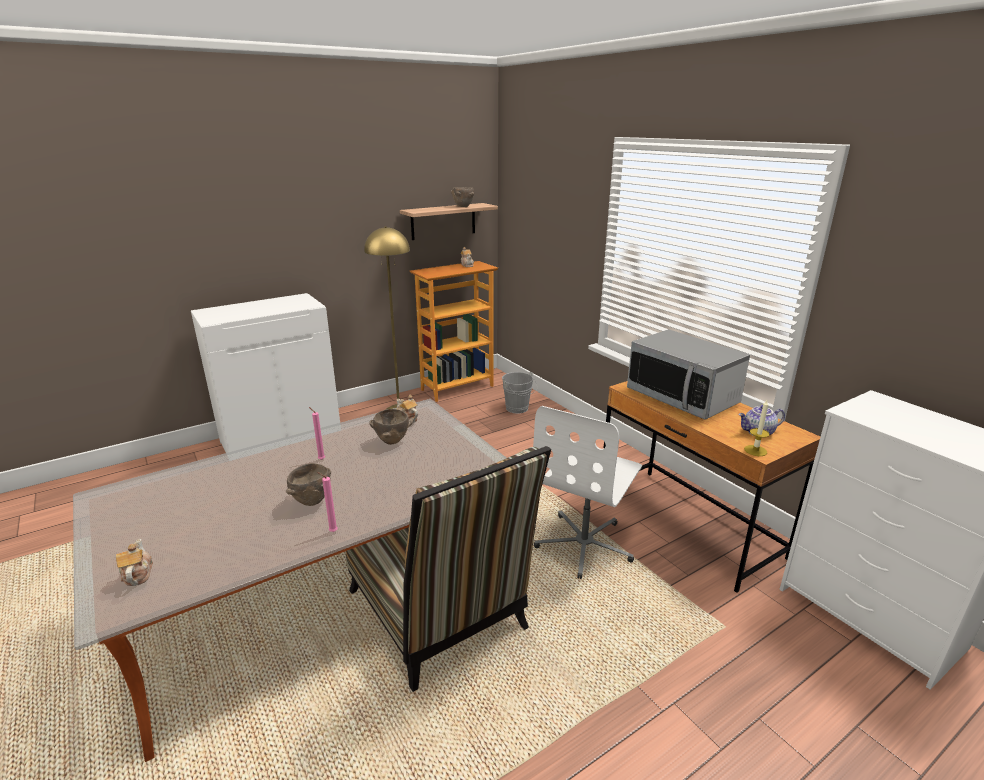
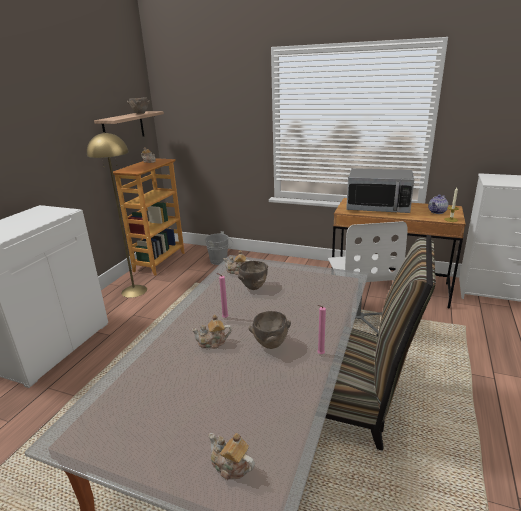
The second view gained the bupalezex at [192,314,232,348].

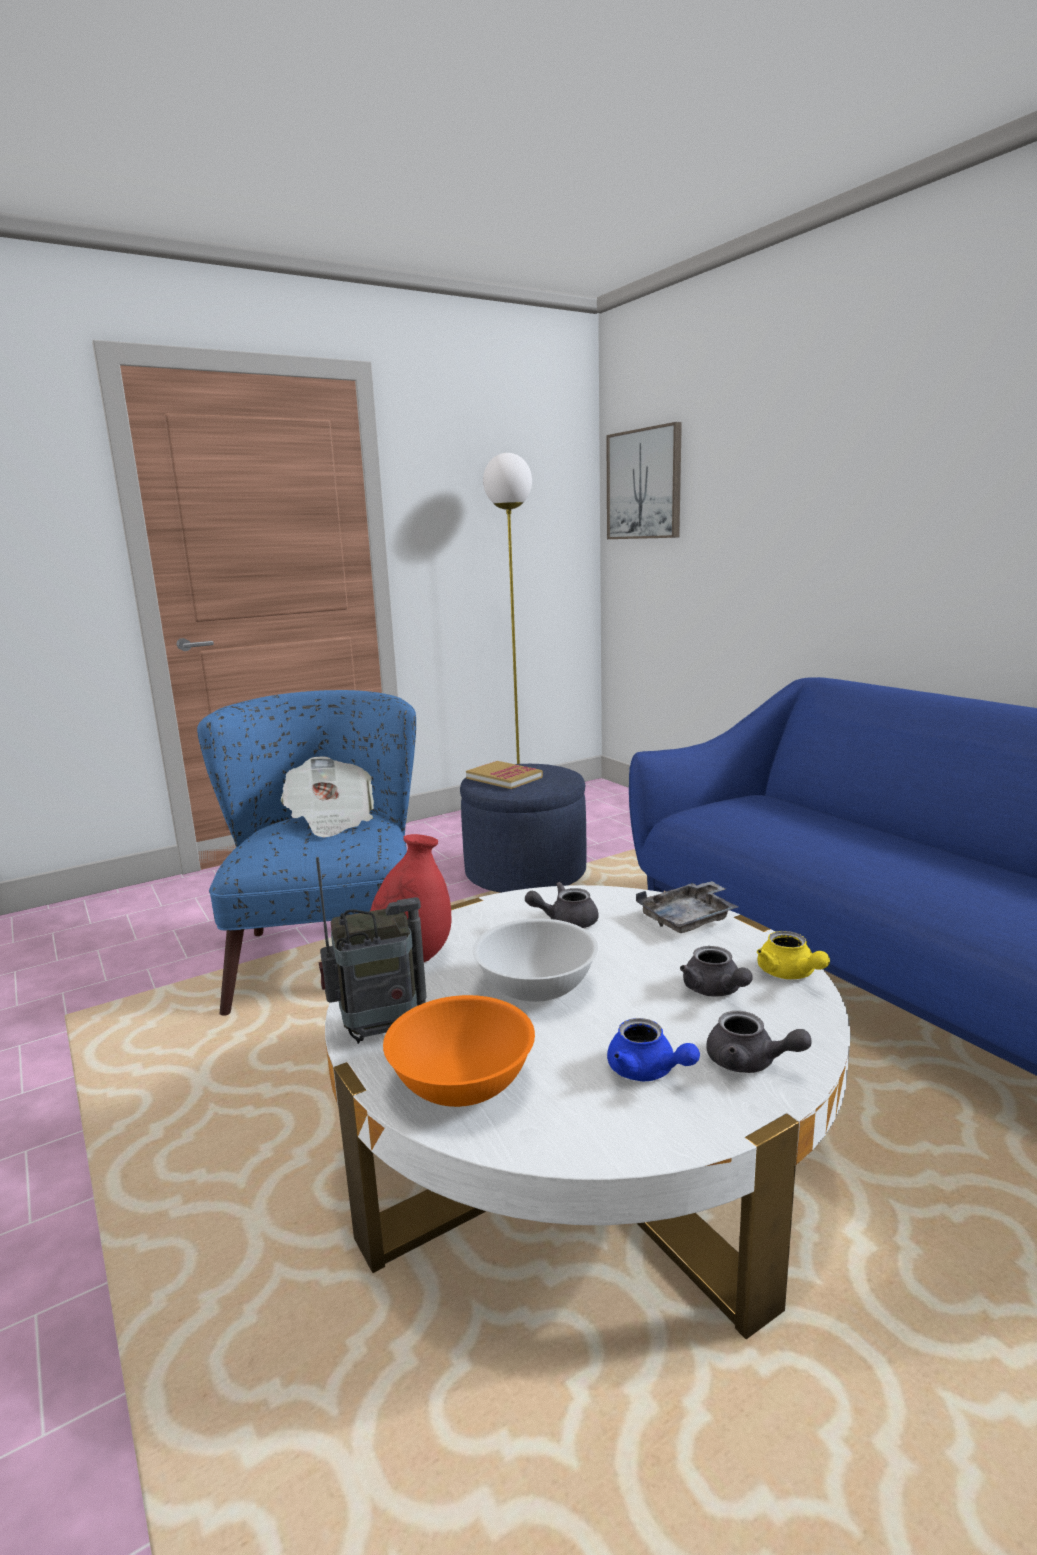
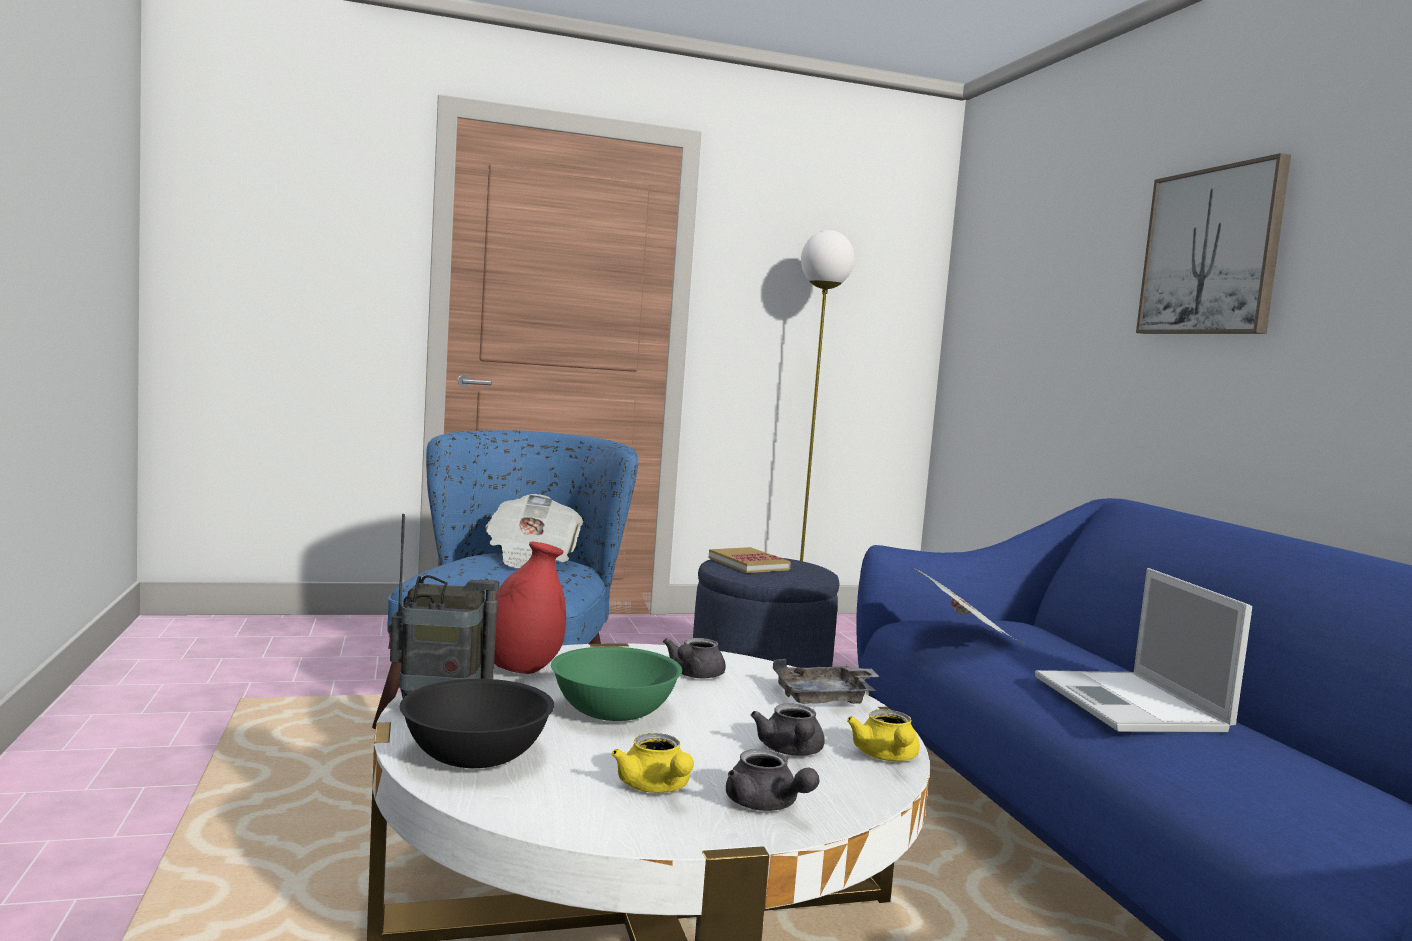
What was the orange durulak at [383,995,535,1107] turned into the black durulak at [400,679,554,768].
What was the white durulak at [473,918,598,1002] turned into the green durulak at [551,647,682,721].
The grey bupalezex at [525,882,599,928] ended up facing another way, 75 degrees counterclockwise from before.
The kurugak ended up elsewhere, having gone from [606,422,682,539] to [1136,153,1291,334].
What was the blue bupalezex at [607,1018,700,1082] turned into the yellow bupalezex at [612,733,694,793].
The second view gained the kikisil at [910,567,1026,644].
The second view gained the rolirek at [1035,568,1252,732].

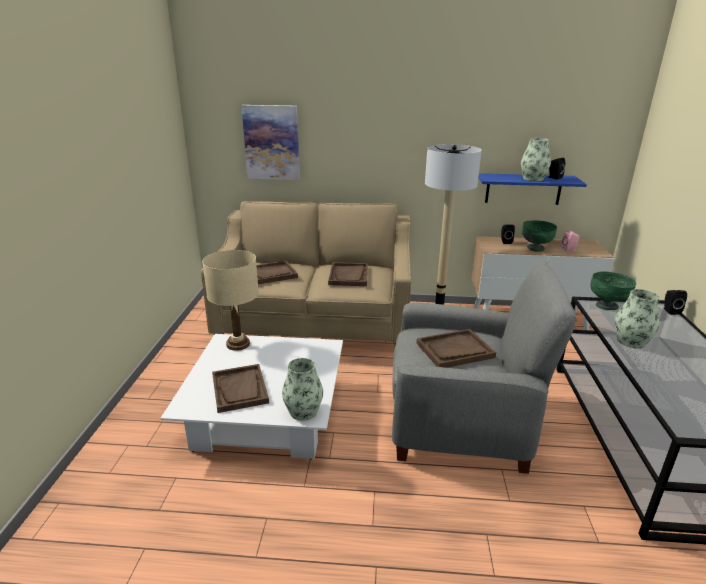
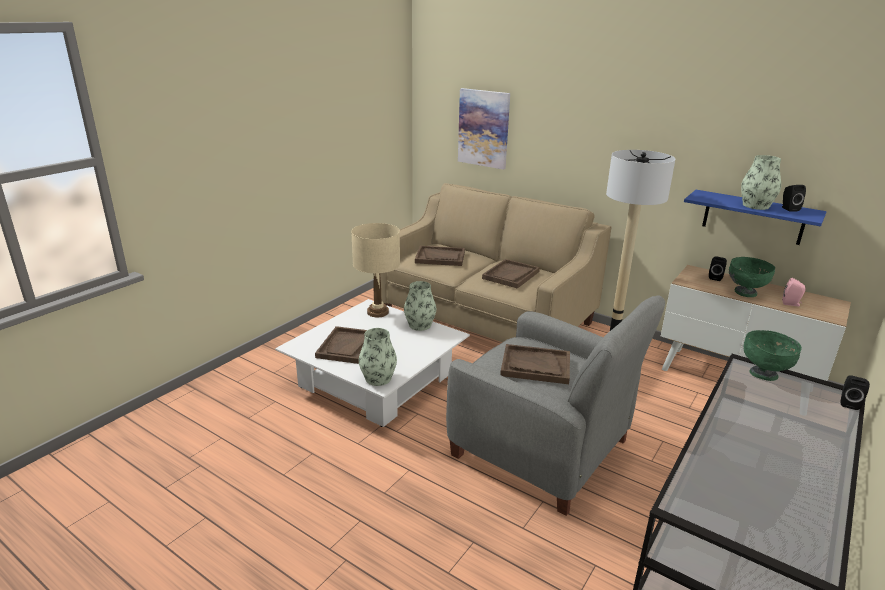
The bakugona ended up elsewhere, having gone from [615,289,659,349] to [404,281,436,331].

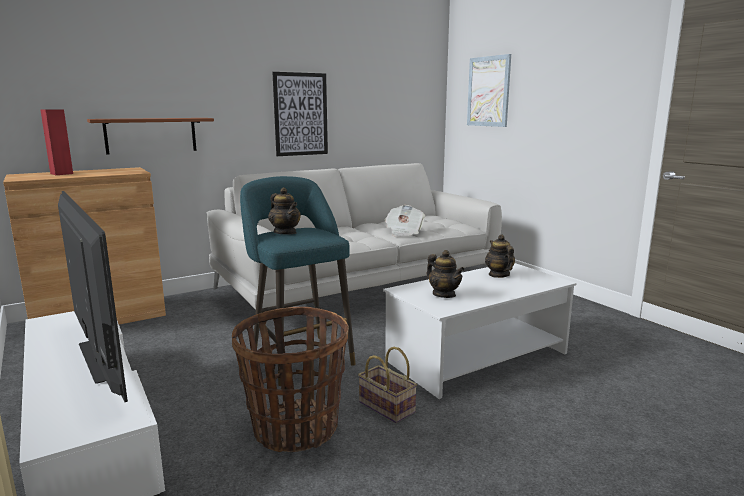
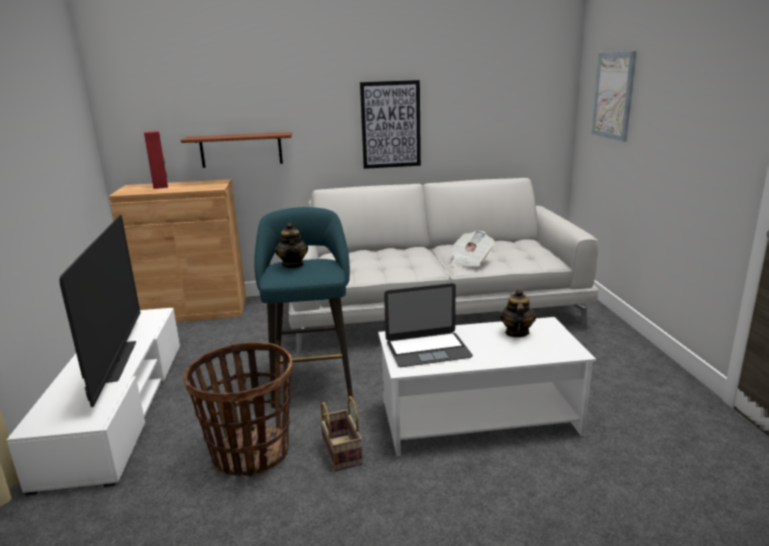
Where the bupalezex stood at [427,250,464,298], the rolirek came to stand at [384,283,473,367].

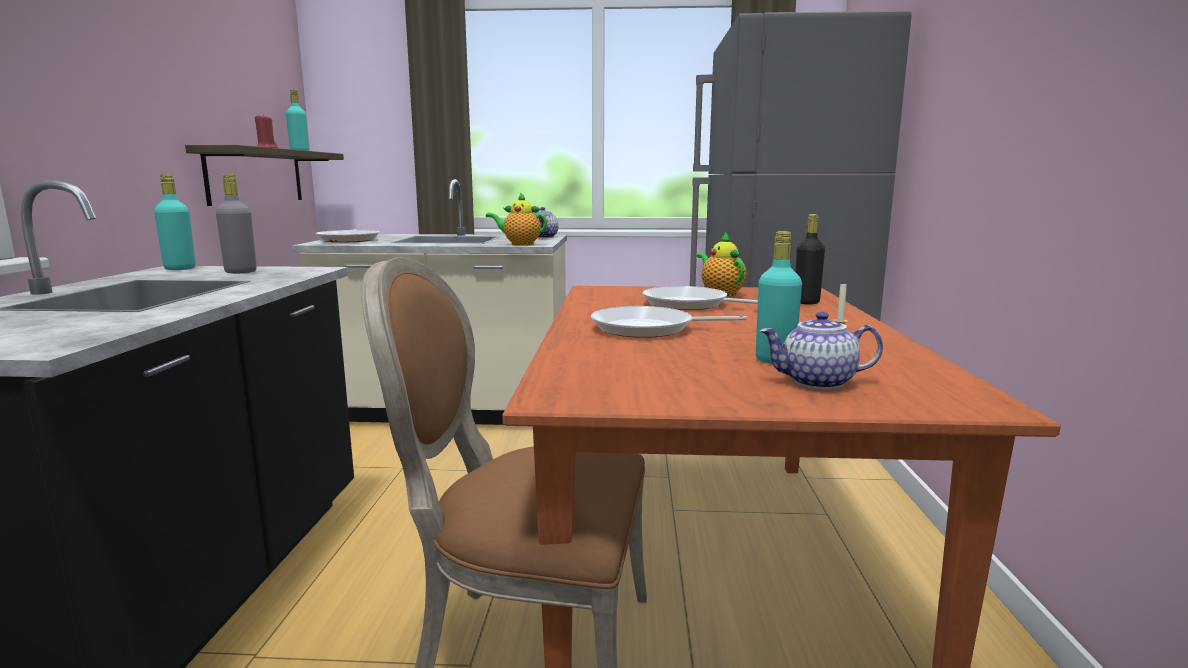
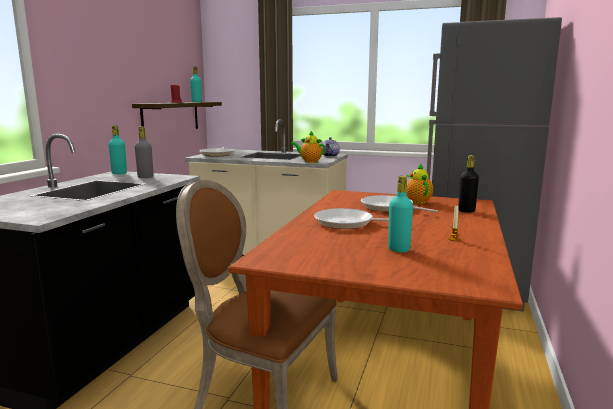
The second view lost the bupalezex at [760,312,883,390].

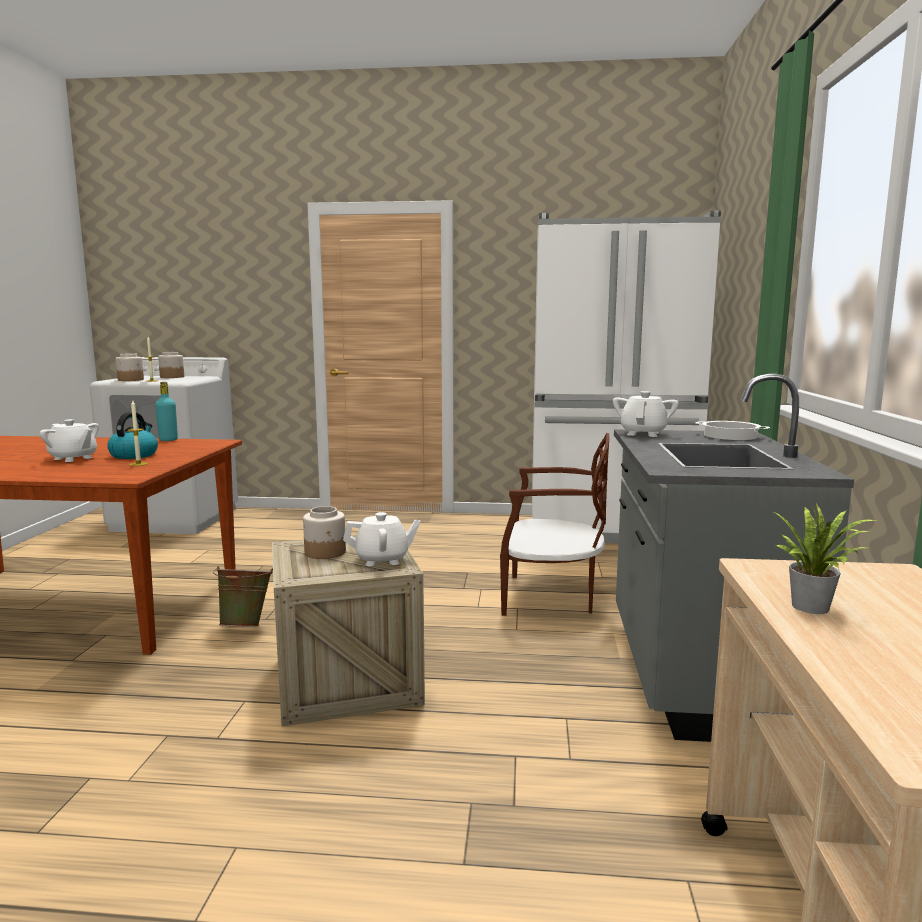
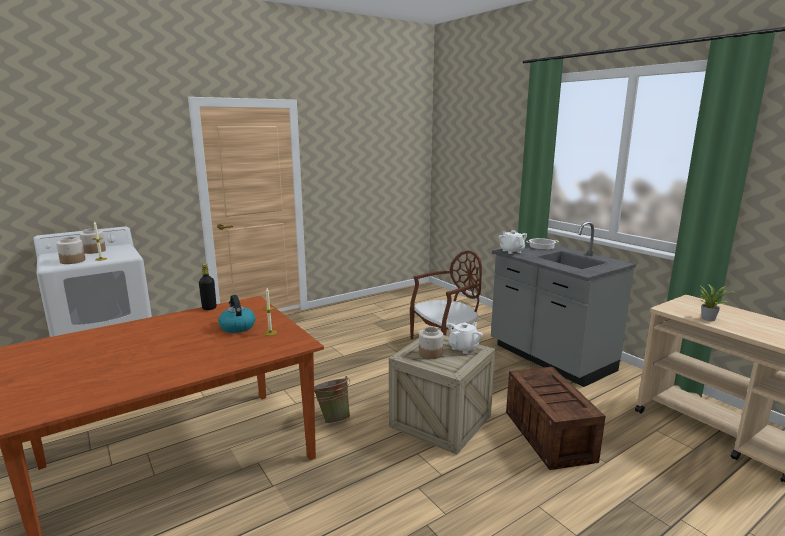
The second view lost the white bupalezex at [40,419,99,462].
What was the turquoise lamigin at [155,382,178,441] turned into the black lamigin at [199,264,216,310].
The second view lost the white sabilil at [532,211,721,544].
The second view gained the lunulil at [506,367,606,470].

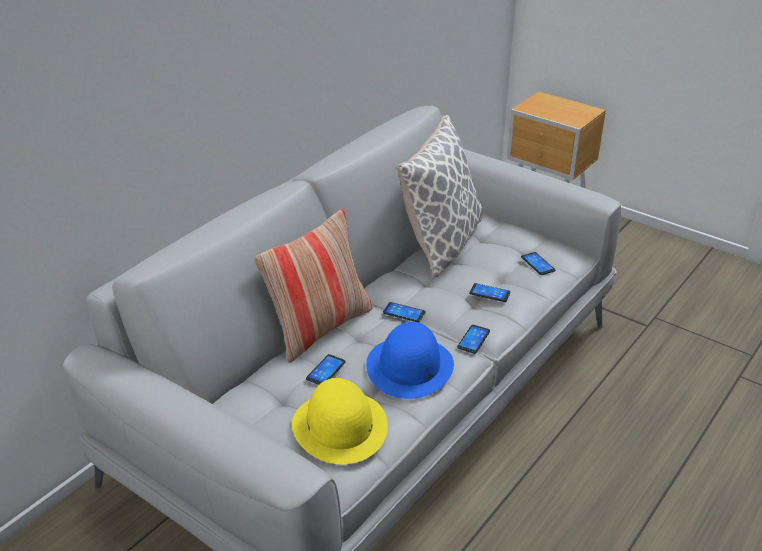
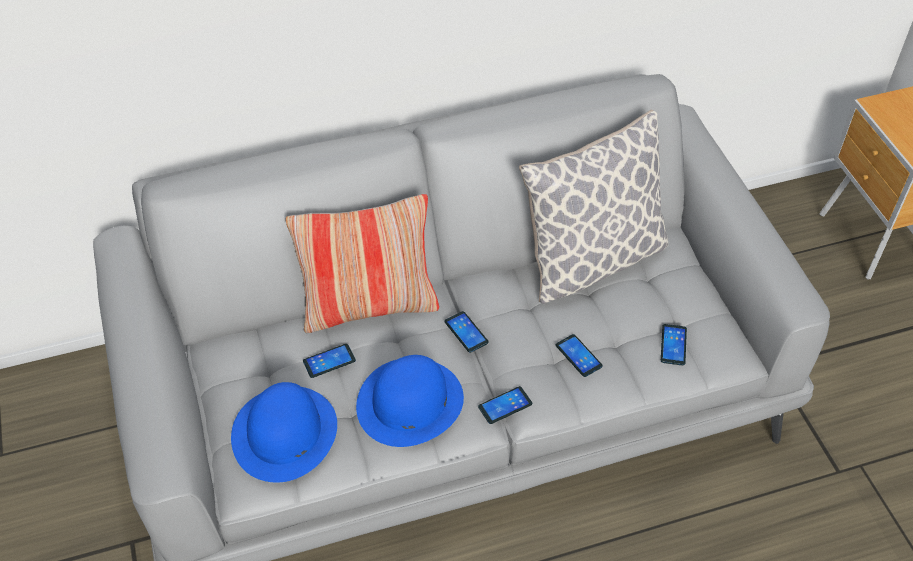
What was the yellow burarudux at [292,378,388,464] turned into the blue burarudux at [231,382,337,483].

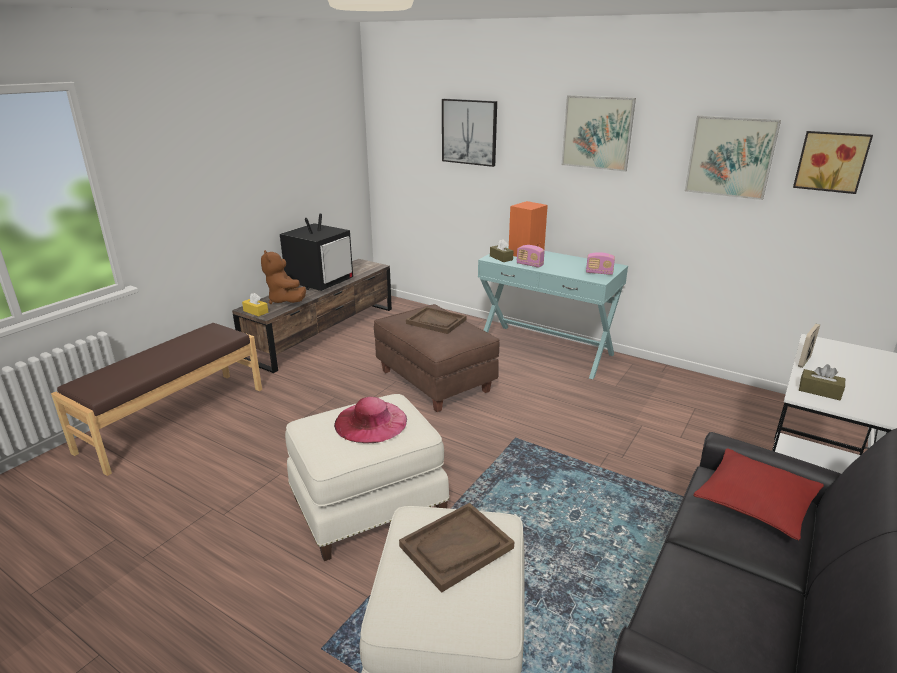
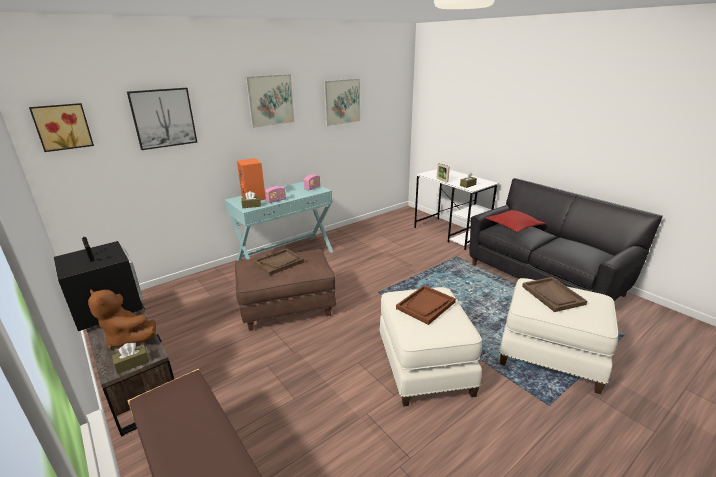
What was the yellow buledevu at [242,293,268,317] turned into the brown buledevu at [112,343,149,374].
The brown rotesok at [261,250,306,304] ended up facing another way, 45 degrees clockwise from before.
Where the pink burarudux stood at [334,397,407,443], the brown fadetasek came to stand at [396,285,456,325].
The kurugak ended up elsewhere, having gone from [793,131,873,194] to [29,103,94,152].

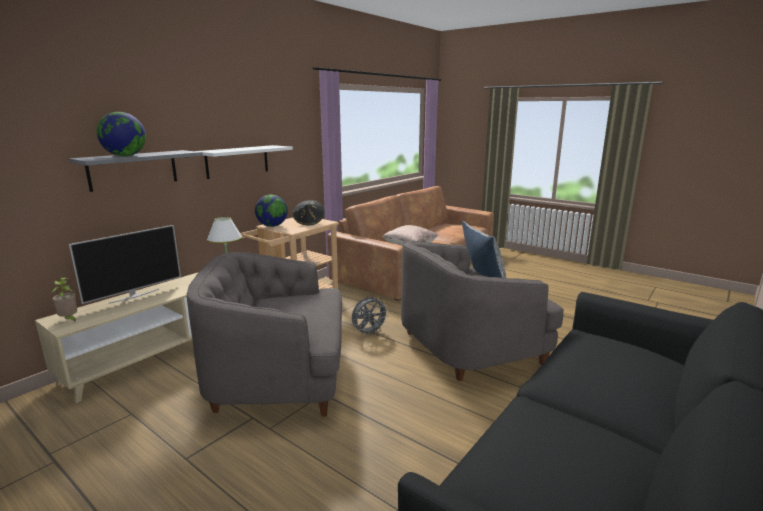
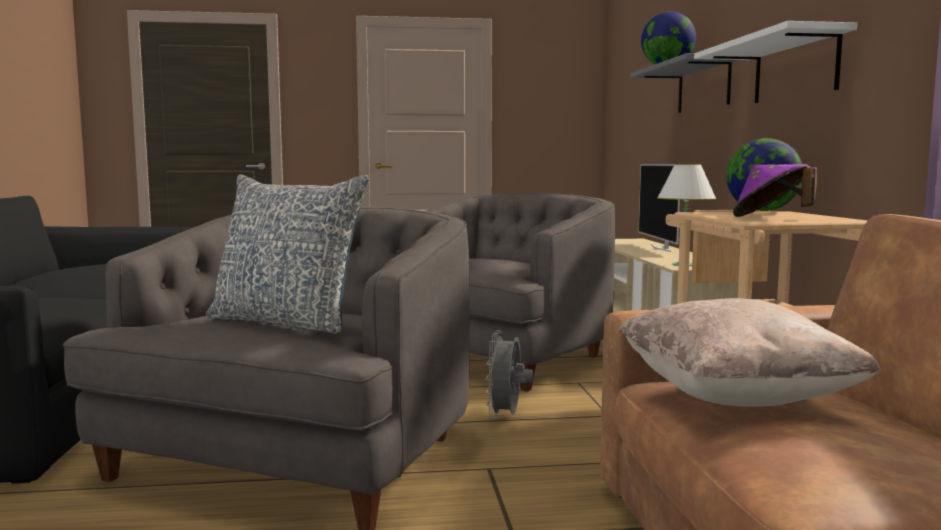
The second view lost the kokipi at [51,278,77,321].
What was the black burarudux at [292,200,325,225] turned into the purple burarudux at [733,164,817,217].

